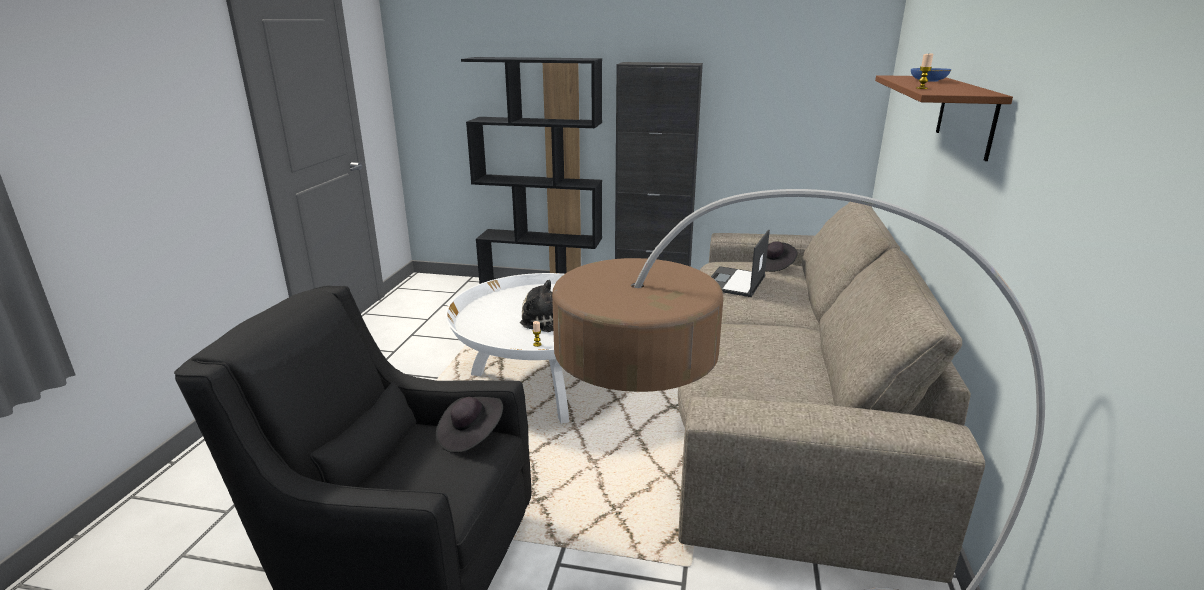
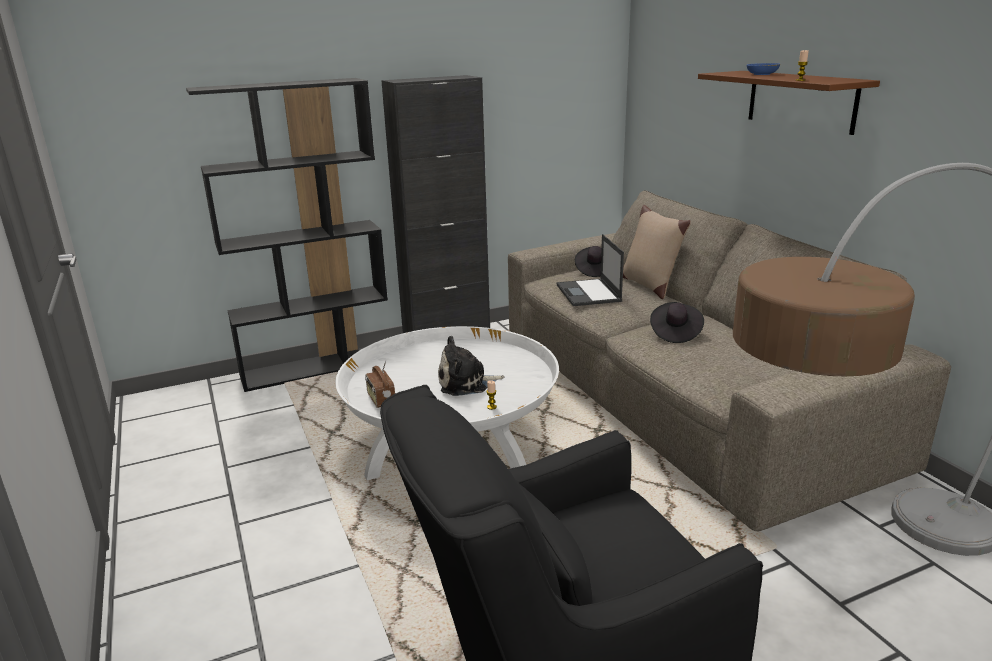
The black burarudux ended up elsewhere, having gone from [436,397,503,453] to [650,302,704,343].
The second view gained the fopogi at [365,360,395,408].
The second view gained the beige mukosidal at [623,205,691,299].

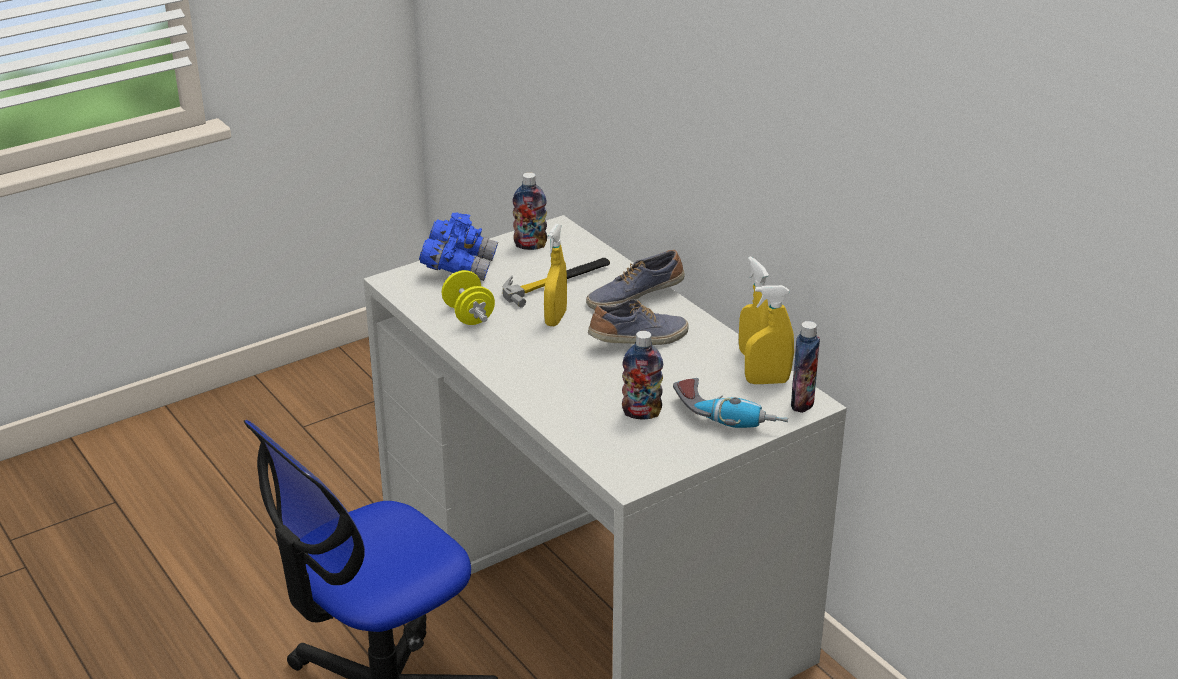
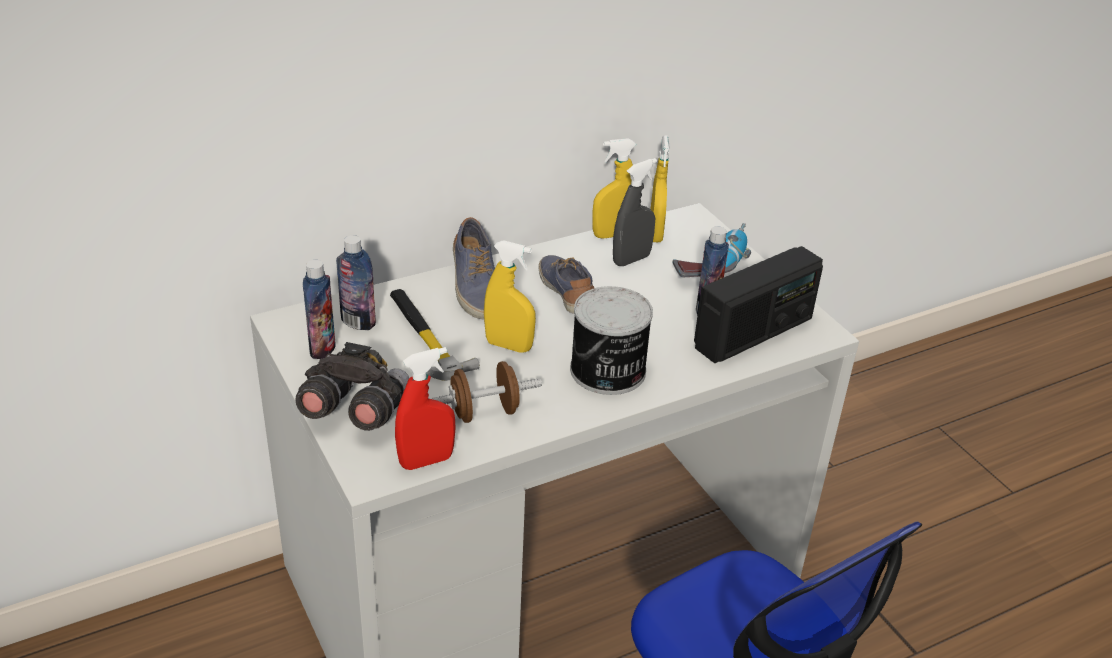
What was the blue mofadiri at [419,212,498,281] turned into the grey mofadiri at [295,342,409,431].
What was the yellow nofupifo at [442,270,495,325] turned into the brown nofupifo at [429,361,542,423].
The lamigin ended up elsewhere, having gone from [791,321,820,413] to [336,235,376,330].
The second view gained the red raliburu at [395,347,455,470].
The second view gained the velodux at [570,286,653,395].
The second view gained the grey raliburu at [613,158,657,266].
The second view gained the fopogi at [694,246,823,363].

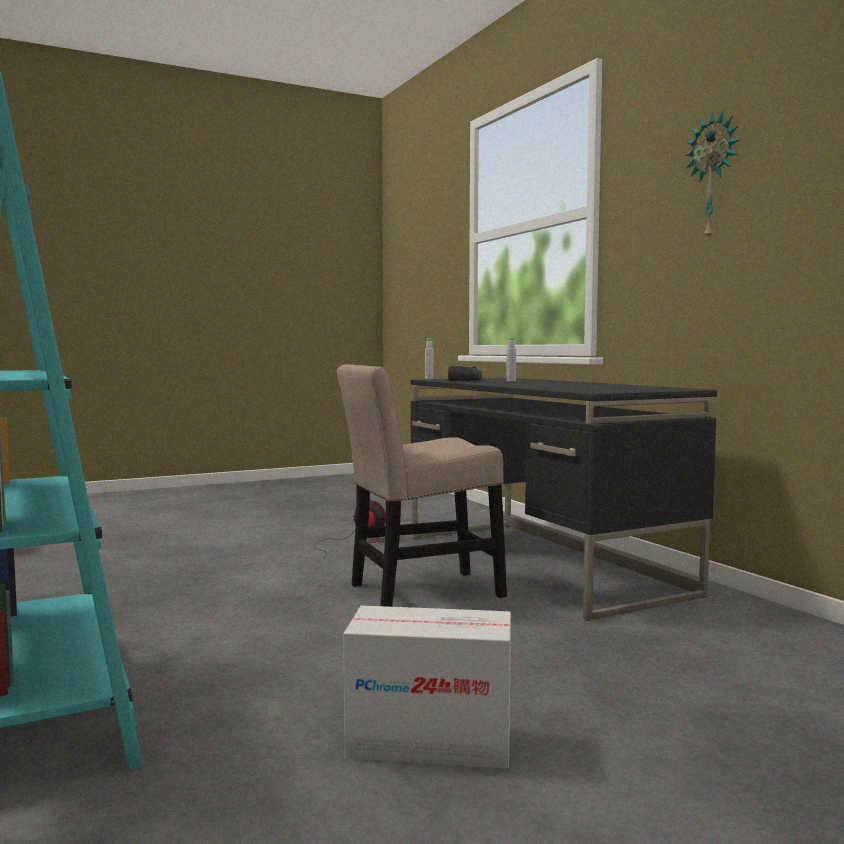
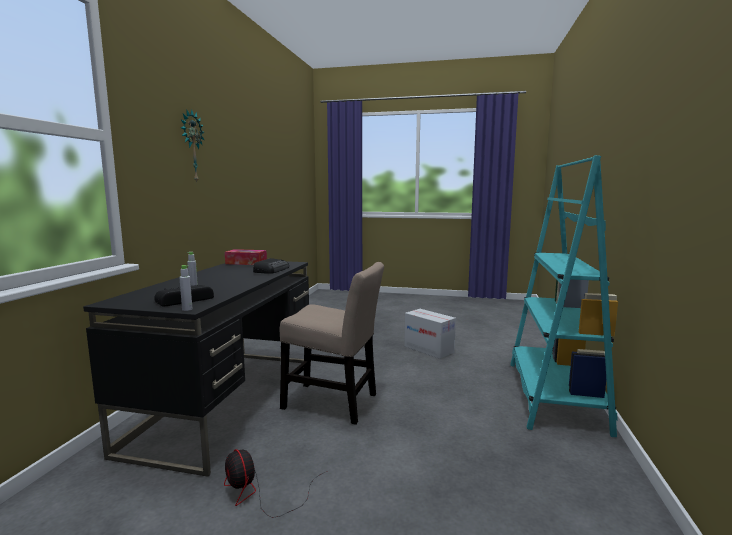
The second view gained the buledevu at [225,249,267,265].
The second view gained the fopogi at [253,258,289,274].

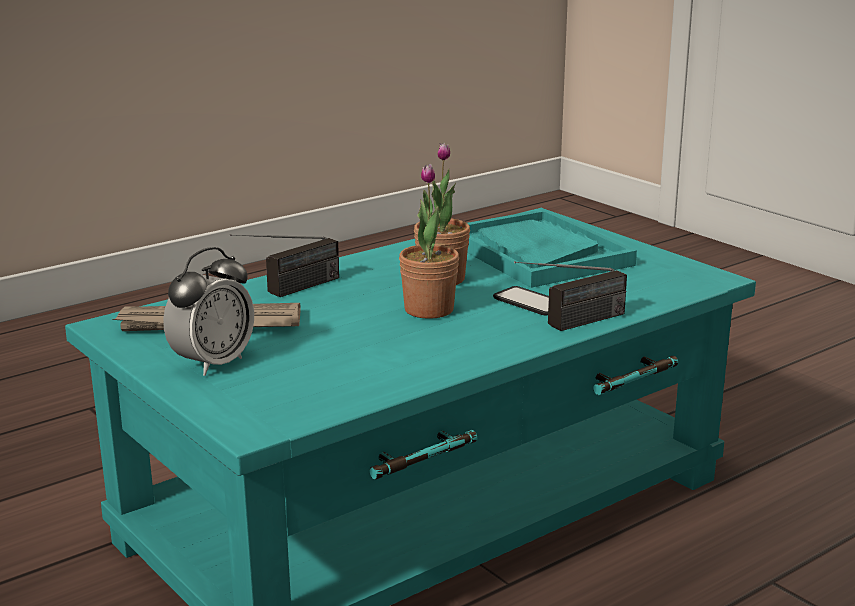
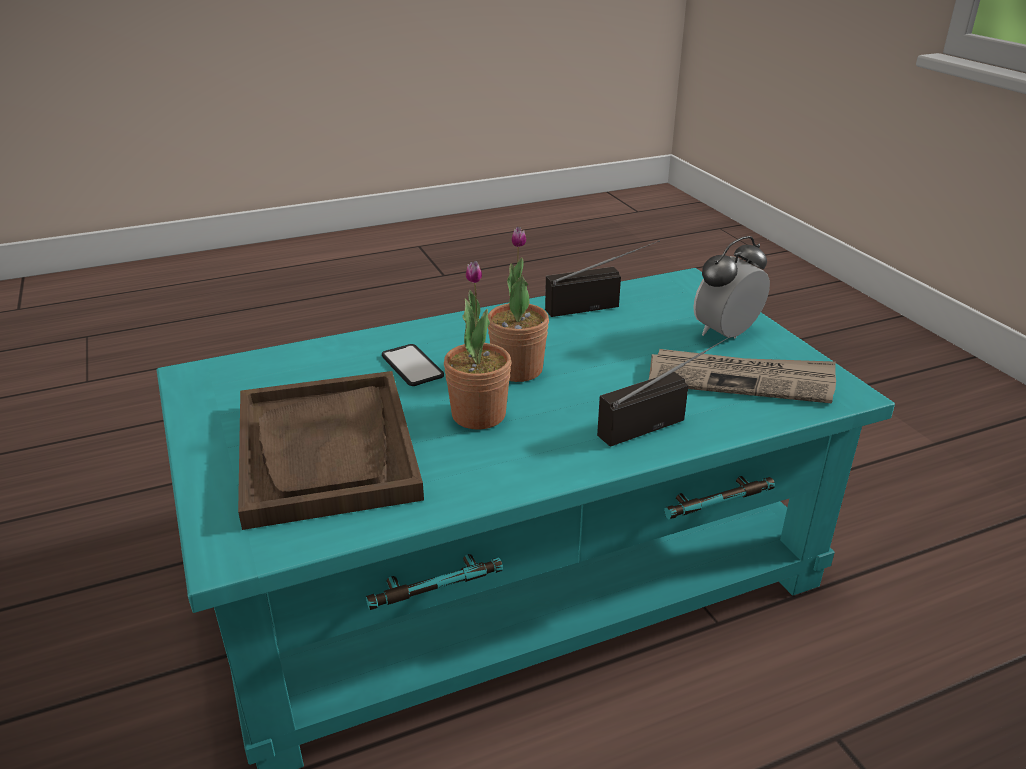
What was the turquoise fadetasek at [467,209,637,288] turned into the brown fadetasek at [238,371,424,530].
The fopogi ended up elsewhere, having gone from [514,261,627,331] to [545,240,660,317].

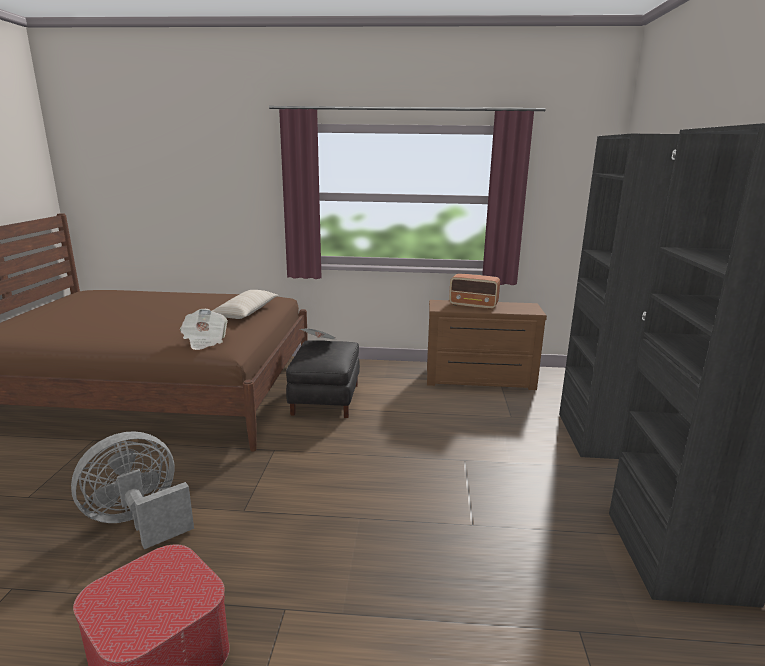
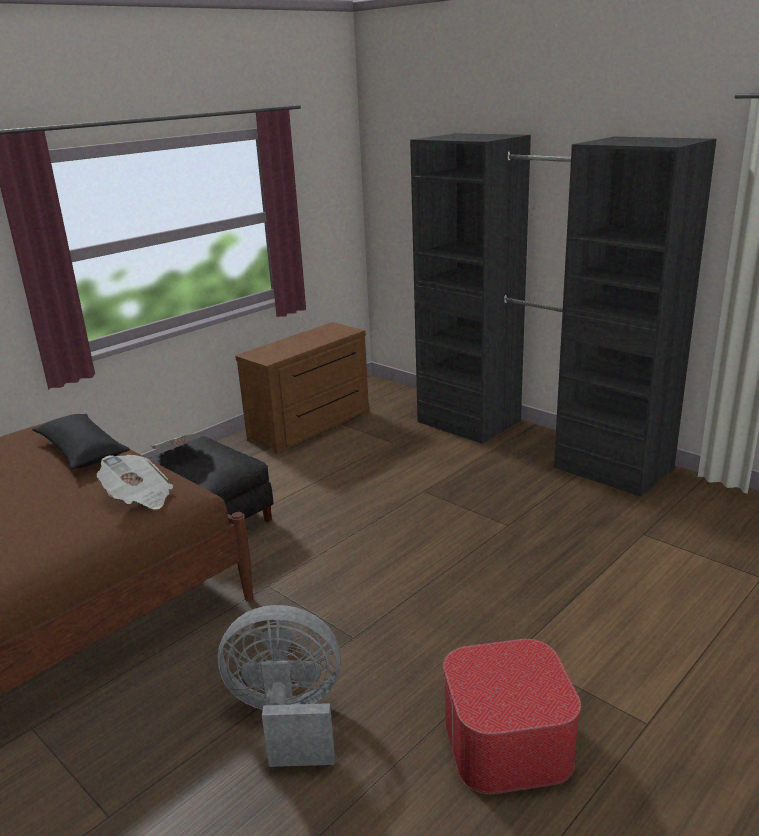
The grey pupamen at [71,431,194,549] ended up facing another way, 90 degrees clockwise from before.
What was the beige mukosidal at [212,290,278,319] turned into the black mukosidal at [32,414,130,469].
The second view lost the fopogi at [449,273,500,310].

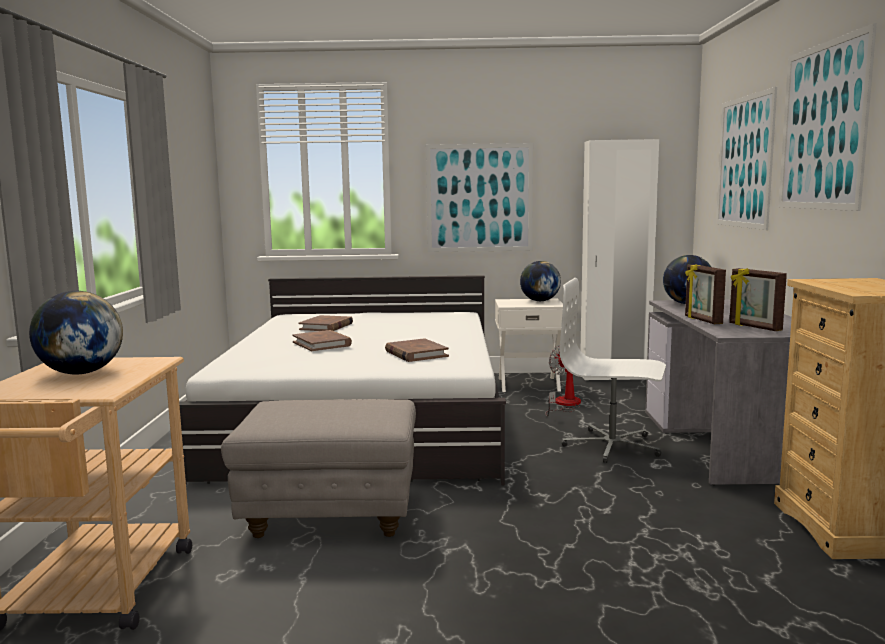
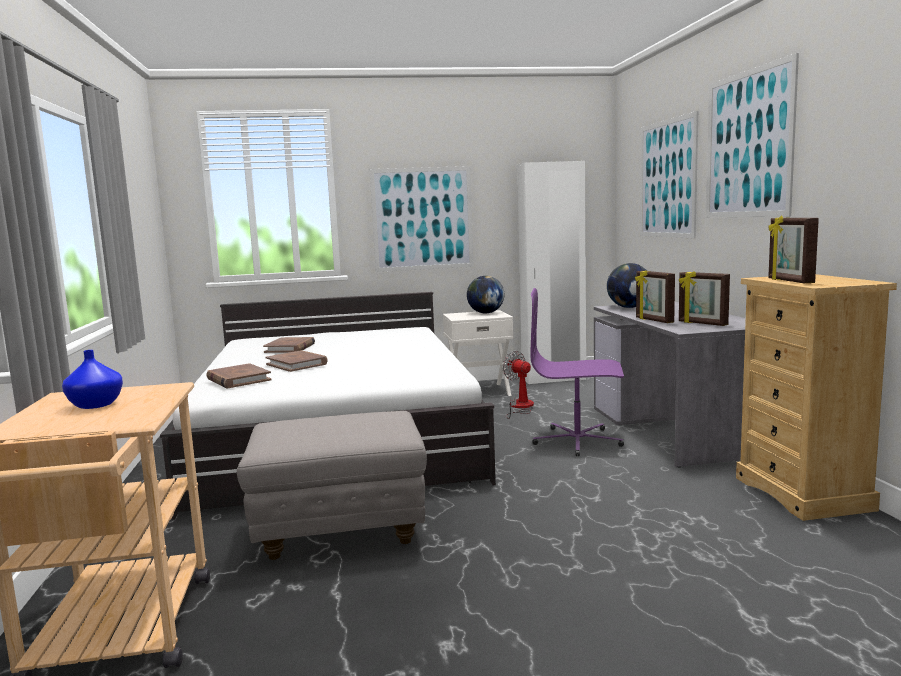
Where the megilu stood at [29,291,123,375], the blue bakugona came to stand at [62,350,123,409].
The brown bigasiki ended up elsewhere, having gone from [385,338,449,362] to [206,363,272,388].
What was the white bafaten at [560,278,666,463] turned into the purple bafaten at [530,288,624,456].
The second view gained the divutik at [768,216,819,283].

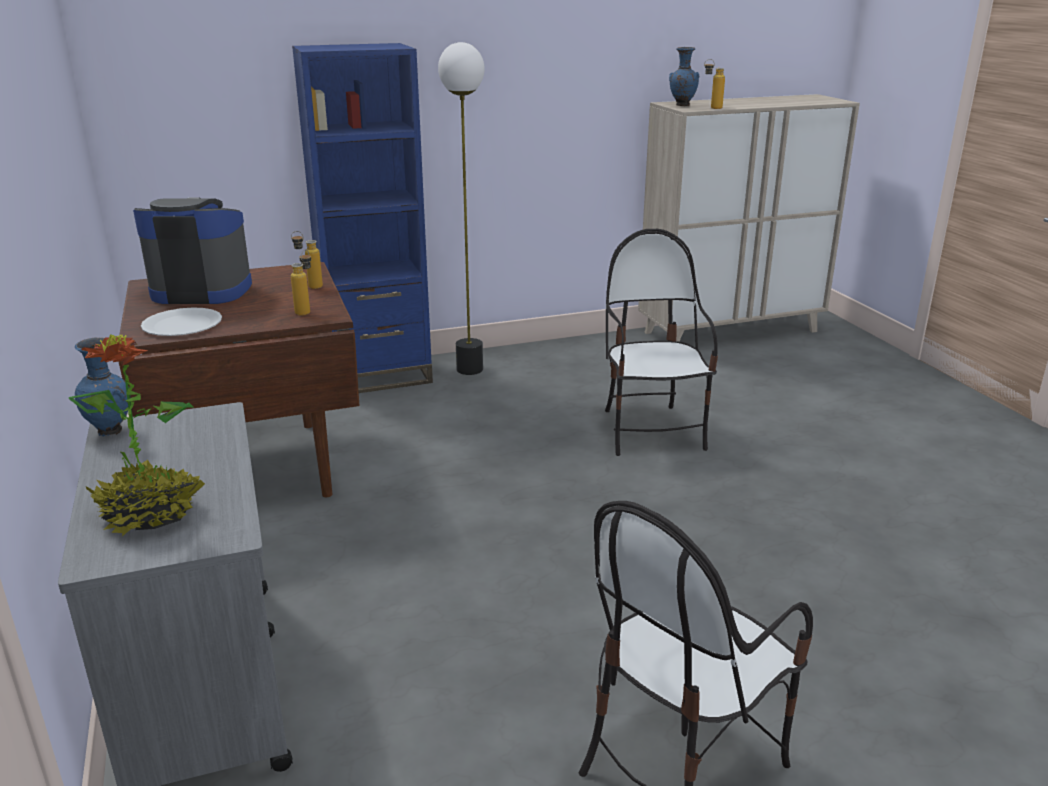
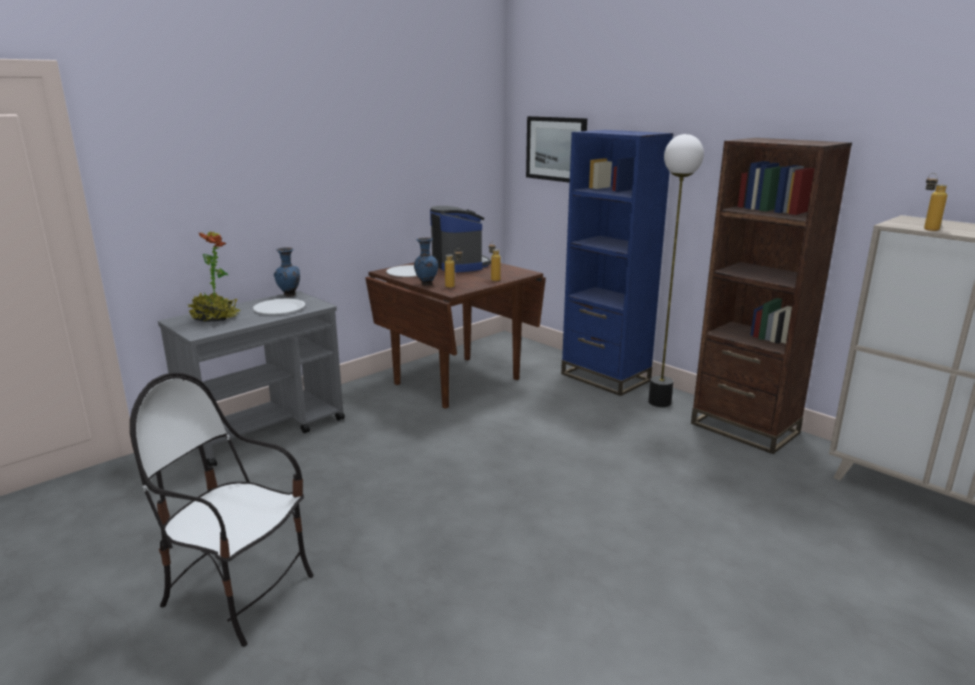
The second view lost the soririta at [605,229,718,456].
The blue bakugona ended up elsewhere, having gone from [669,47,699,106] to [414,237,438,286].
The second view gained the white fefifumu at [253,299,305,314].
The second view gained the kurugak at [526,116,587,183].
The second view gained the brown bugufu at [691,138,852,454].

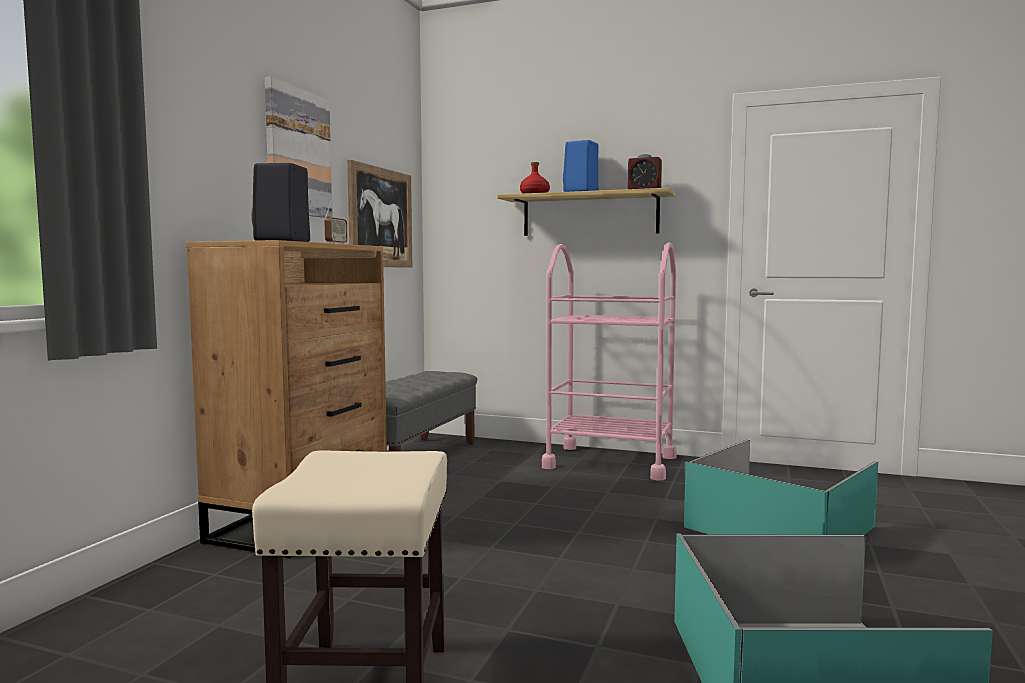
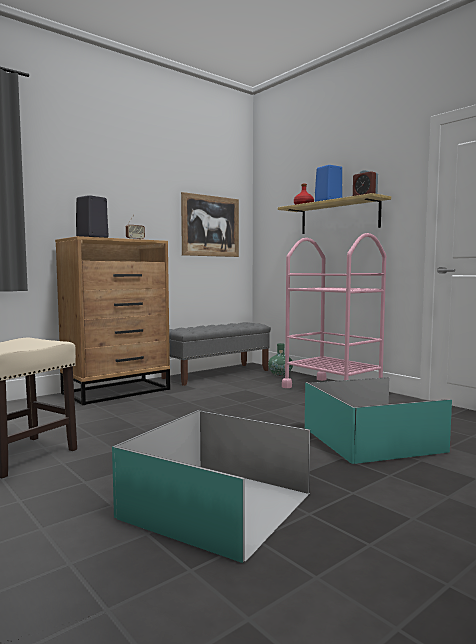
The second view lost the kurugak at [265,77,333,218].
The second view gained the green bakugona at [268,343,293,376].

